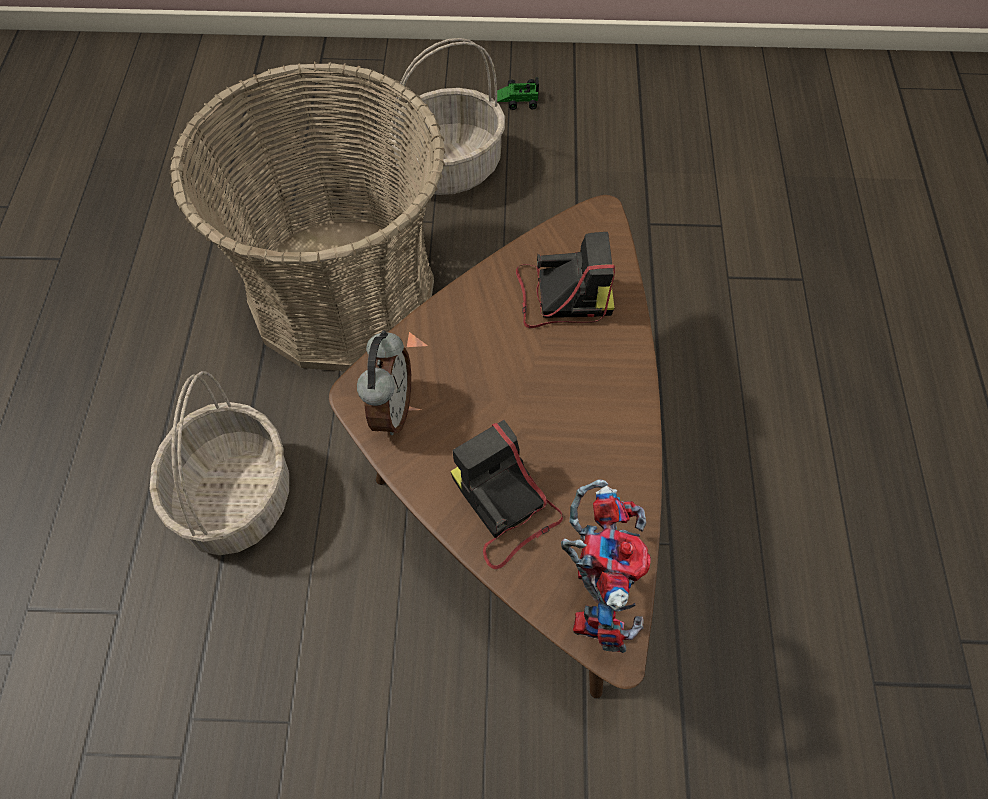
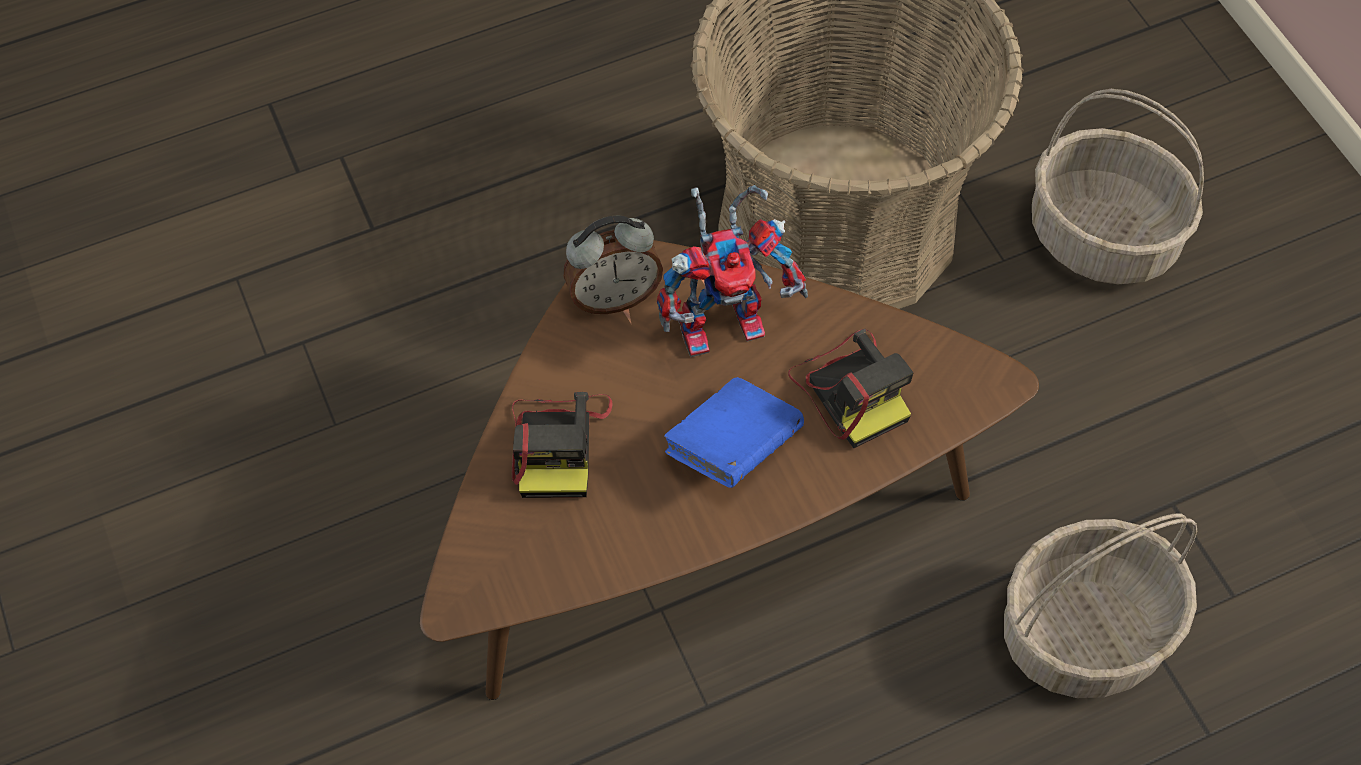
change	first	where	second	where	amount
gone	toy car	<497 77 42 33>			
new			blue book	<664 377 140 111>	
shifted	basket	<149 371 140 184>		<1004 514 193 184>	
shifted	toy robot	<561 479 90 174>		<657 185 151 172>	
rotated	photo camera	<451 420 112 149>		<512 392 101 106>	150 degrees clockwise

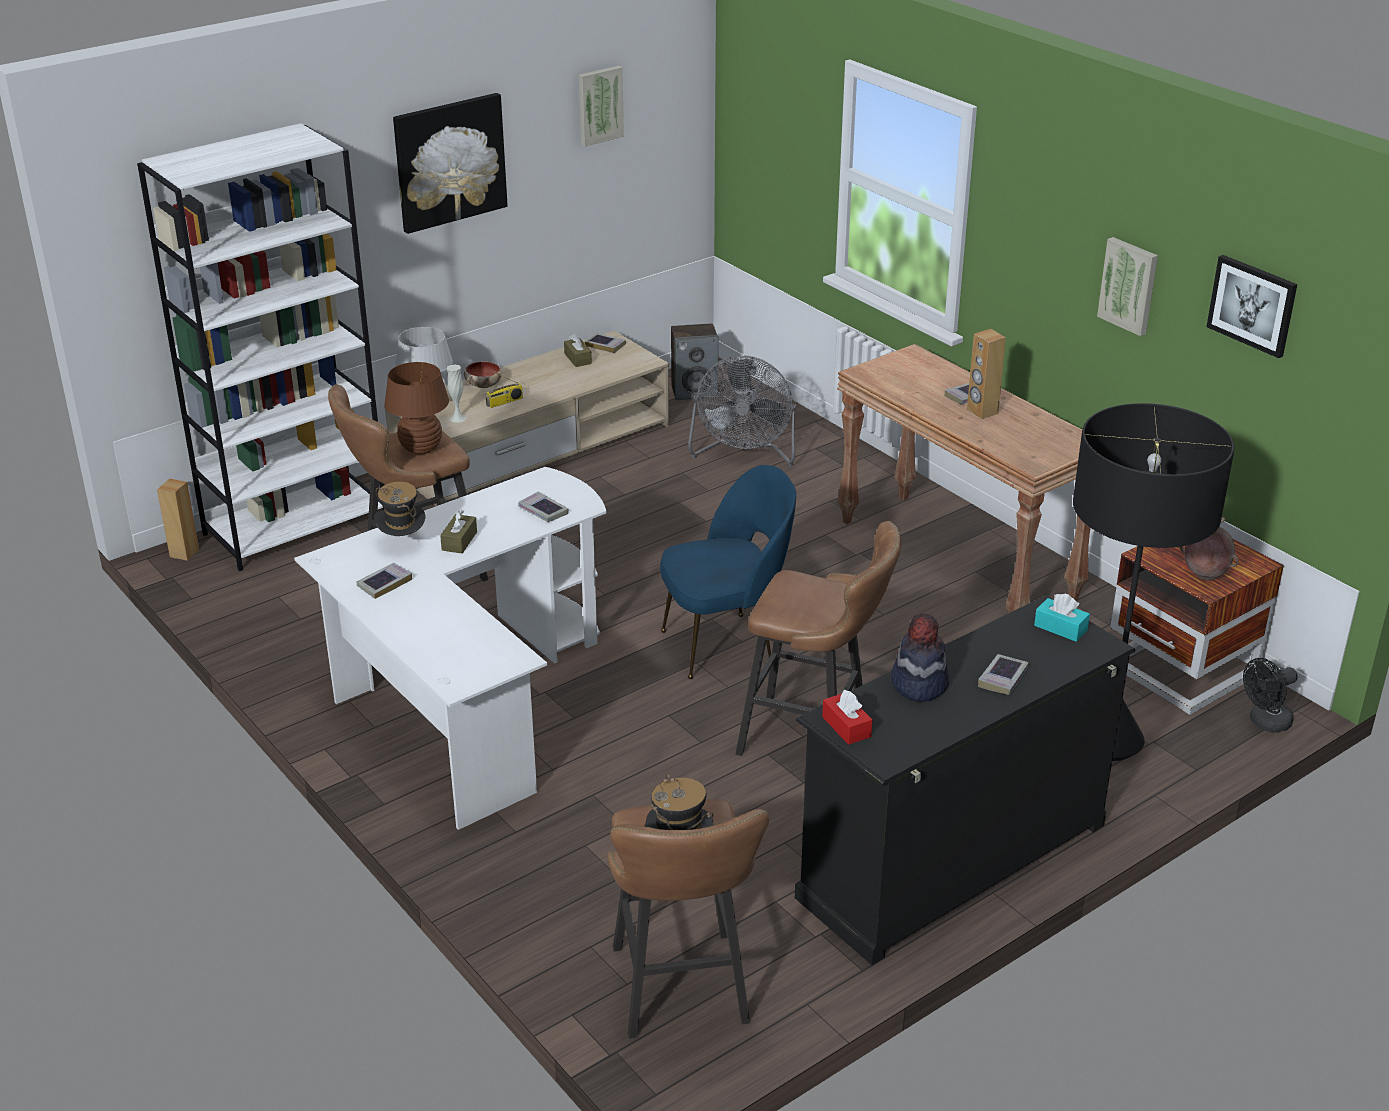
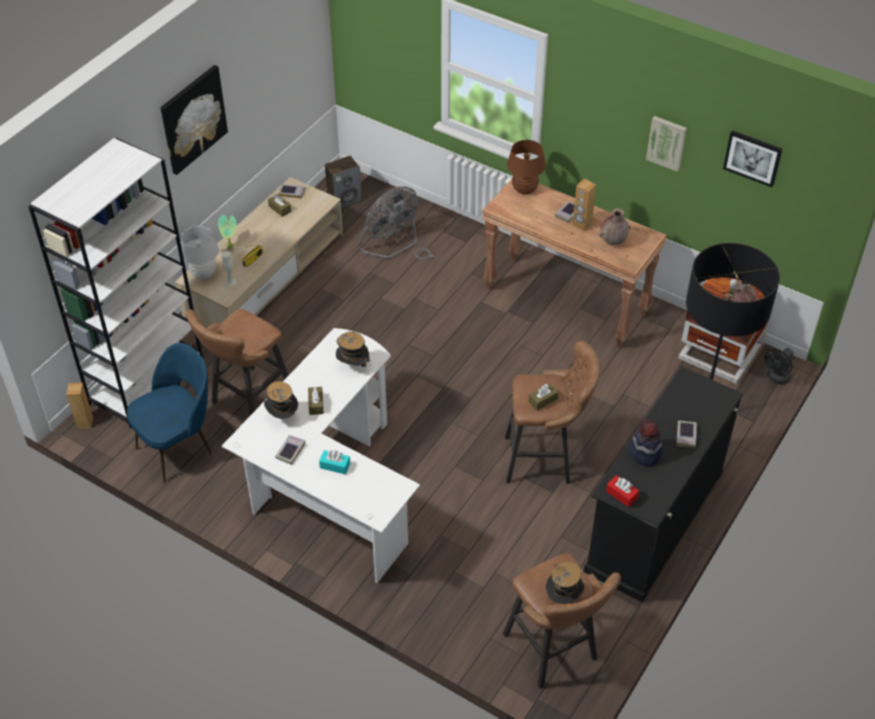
change	first	where	second	where	amount
gone	picture	<578 66 46 80>			
new			brown tissue box	<529 384 29 26>	
new			brown vase	<599 208 31 37>	
shifted	brown table lamp	<384 362 65 92>		<507 140 39 54>	
shifted	blue chair	<660 465 136 214>		<127 343 85 139>	
shifted	turquoise tissue box	<1034 594 56 48>		<319 450 31 24>	
swapped	bowl	<464 361 38 27>	potted plant	<218 215 19 34>	
swapped	book	<518 491 50 31>	hat	<336 330 34 37>	
rotated	grey fan	<688 356 108 111>		<358 186 76 73>	150 degrees clockwise

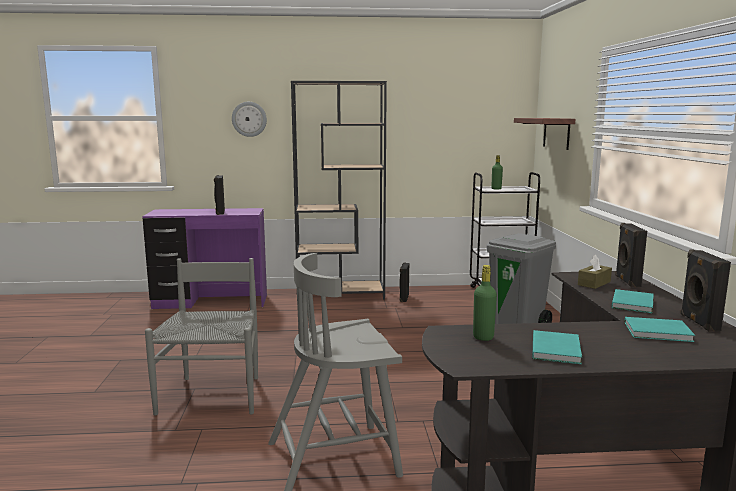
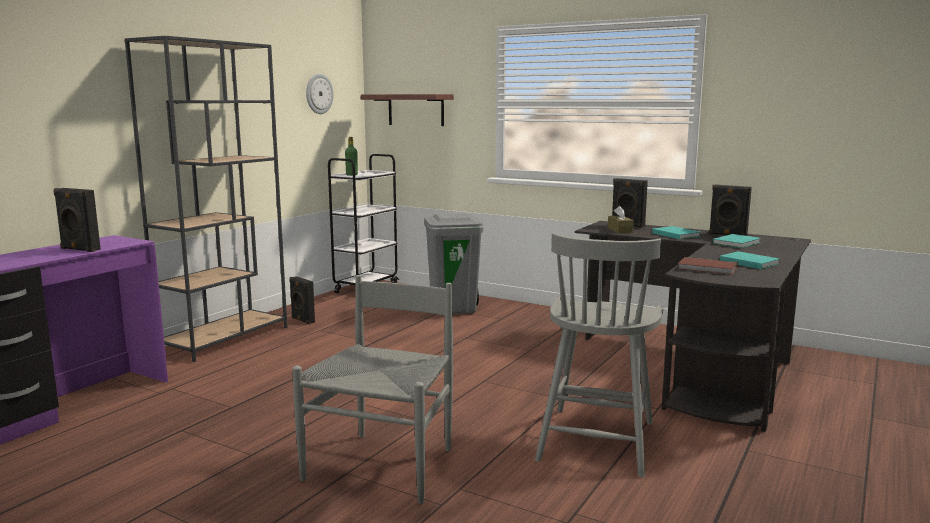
change	first	where	second	where	amount
shifted	wall clock	<232 102 35 35>		<306 74 28 40>	
swapped	green bottle	<473 265 24 76>	brown book	<678 257 60 18>	
rotated	grey chair	<145 258 113 157>		<292 275 161 229>	75 degrees clockwise

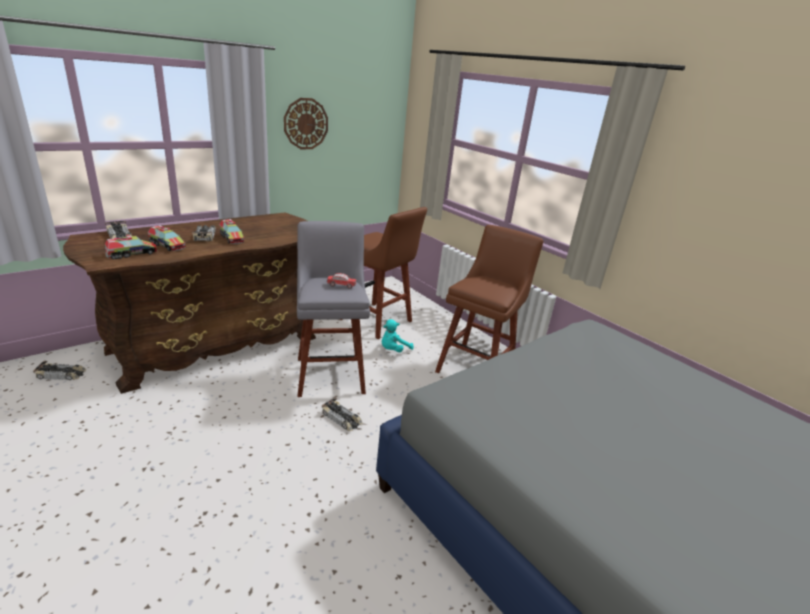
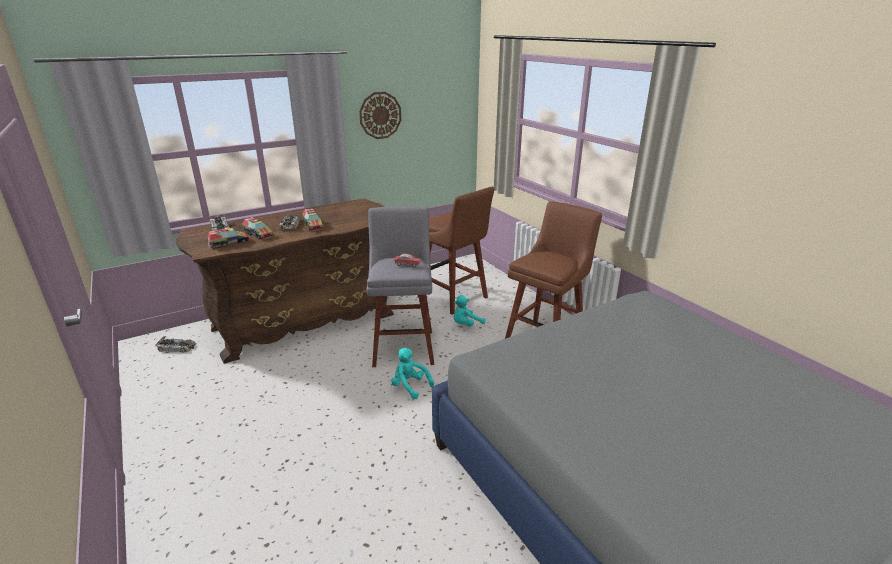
change	first	where	second	where	amount
swapped	toy car	<321 397 41 35>	turquoise plush toy	<391 348 43 51>	

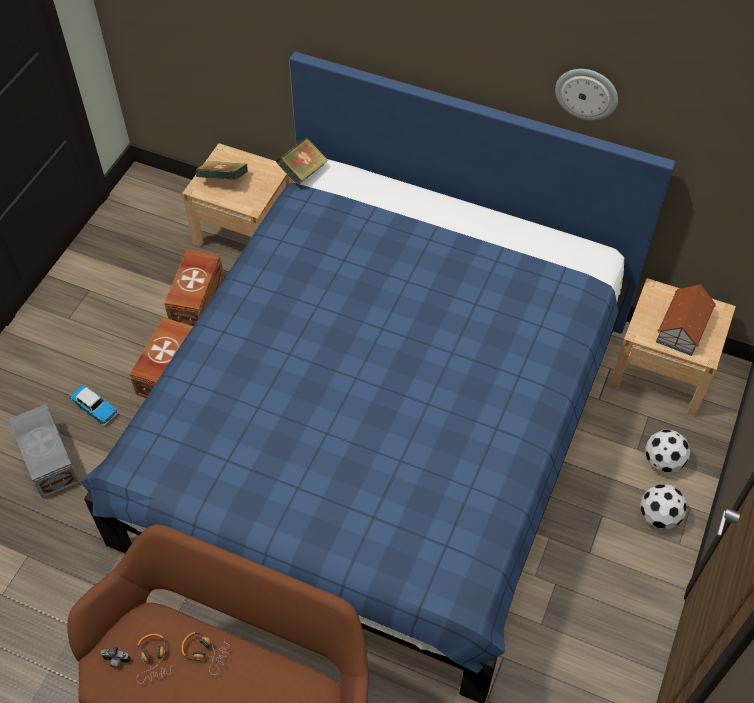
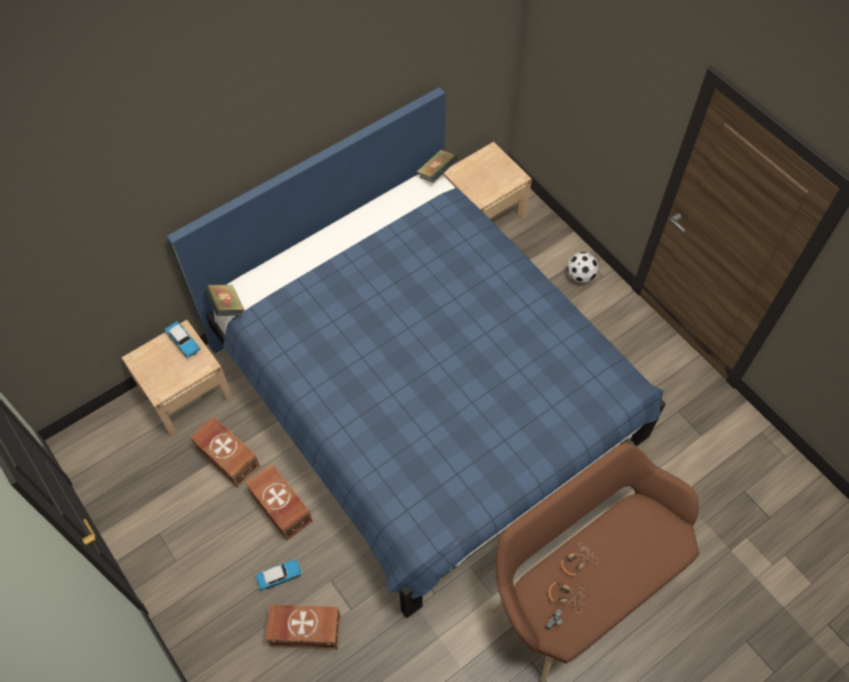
change	first	where	second	where	amount
gone	wall clock	<555 69 63 52>			
gone	football	<645 430 45 43>			
gone	toy house	<656 284 59 72>			
new			toy car	<164 321 37 38>	
shifted	book	<196 161 52 19>		<417 150 41 33>	
repainted	grey storage box	<9 404 71 95>	brown storage box	<265 604 76 46>	

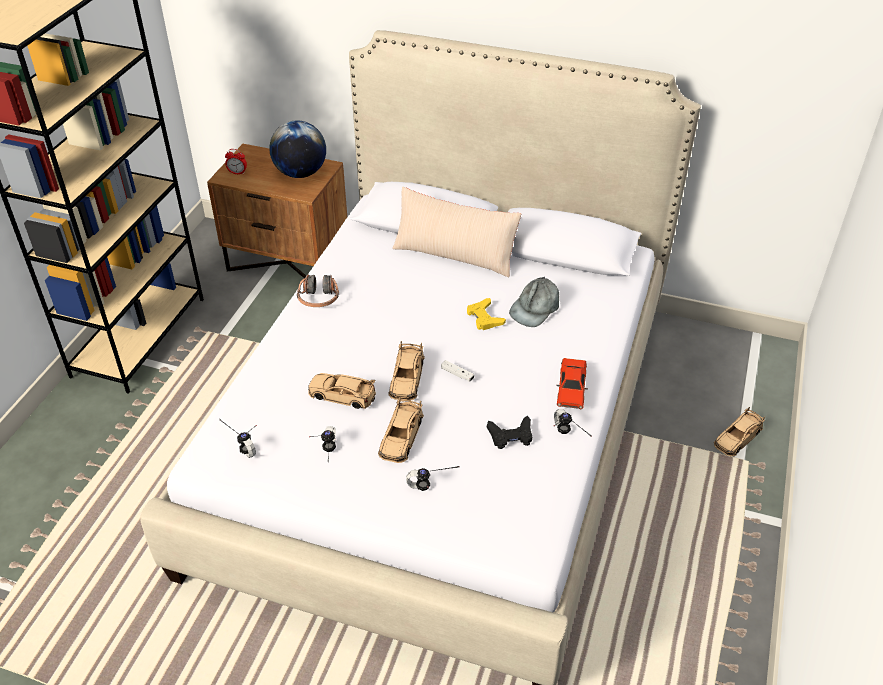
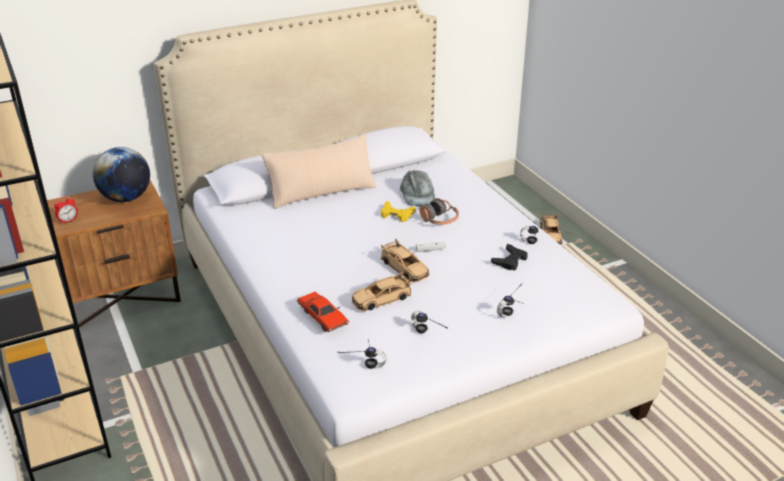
change	first	where	second	where	amount
gone	beige toy car	<378 397 46 66>			
shifted	headphones	<297 274 42 33>		<419 198 40 27>	
shifted	red toy car	<557 358 31 51>		<297 292 52 40>	

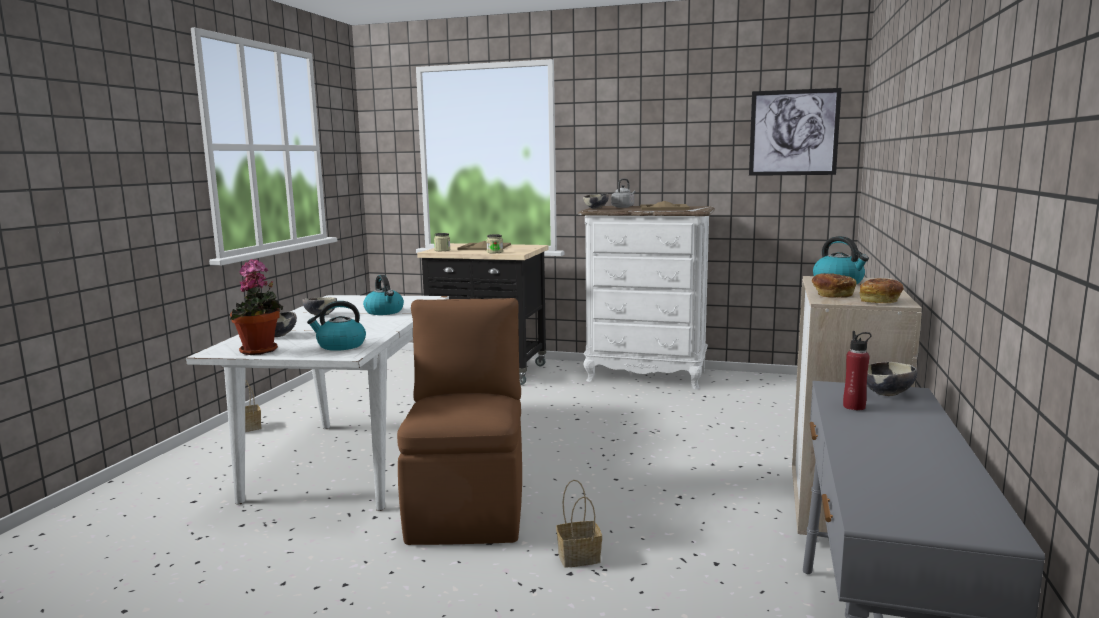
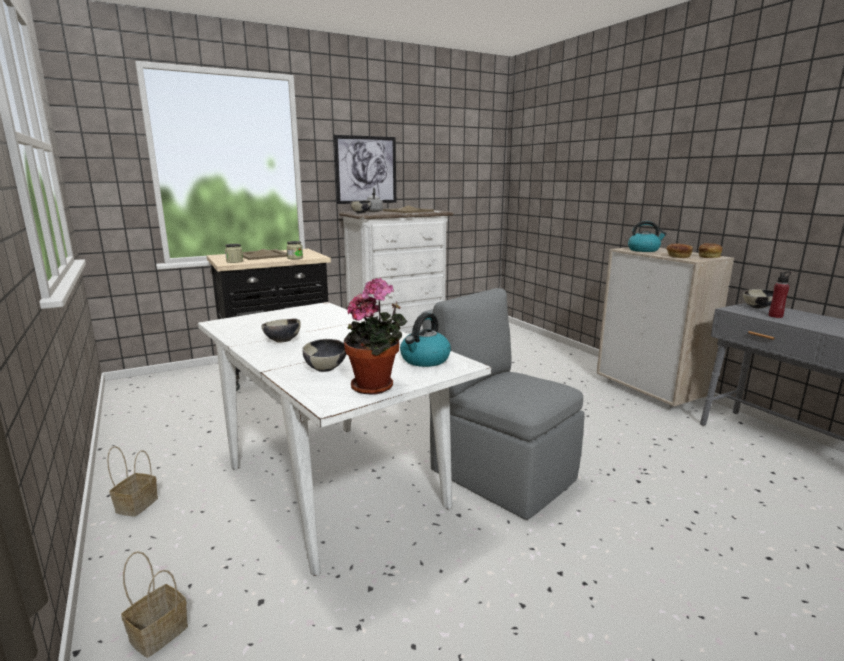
change	first	where	second	where	amount
gone	kettle	<363 275 41 40>			
shifted	basket	<556 480 46 88>		<121 551 67 107>	
shifted	picture	<749 88 92 88>		<334 135 62 69>	
repainted	brown chair	<397 298 125 247>	grey chair	<422 288 163 232>	

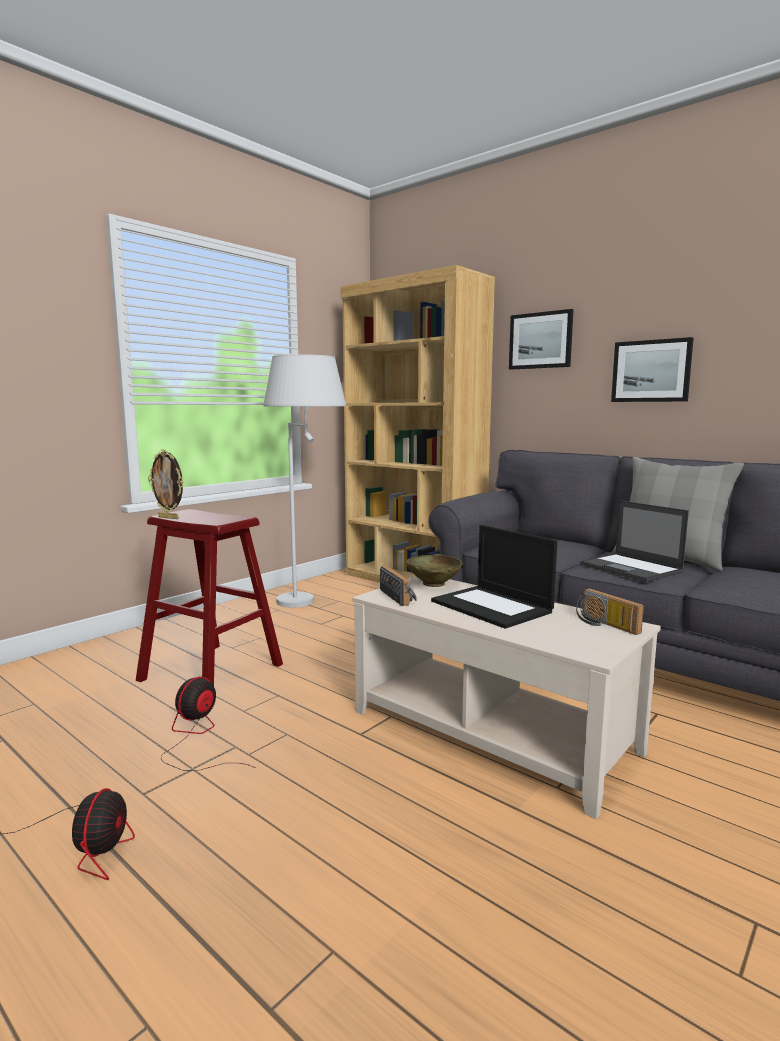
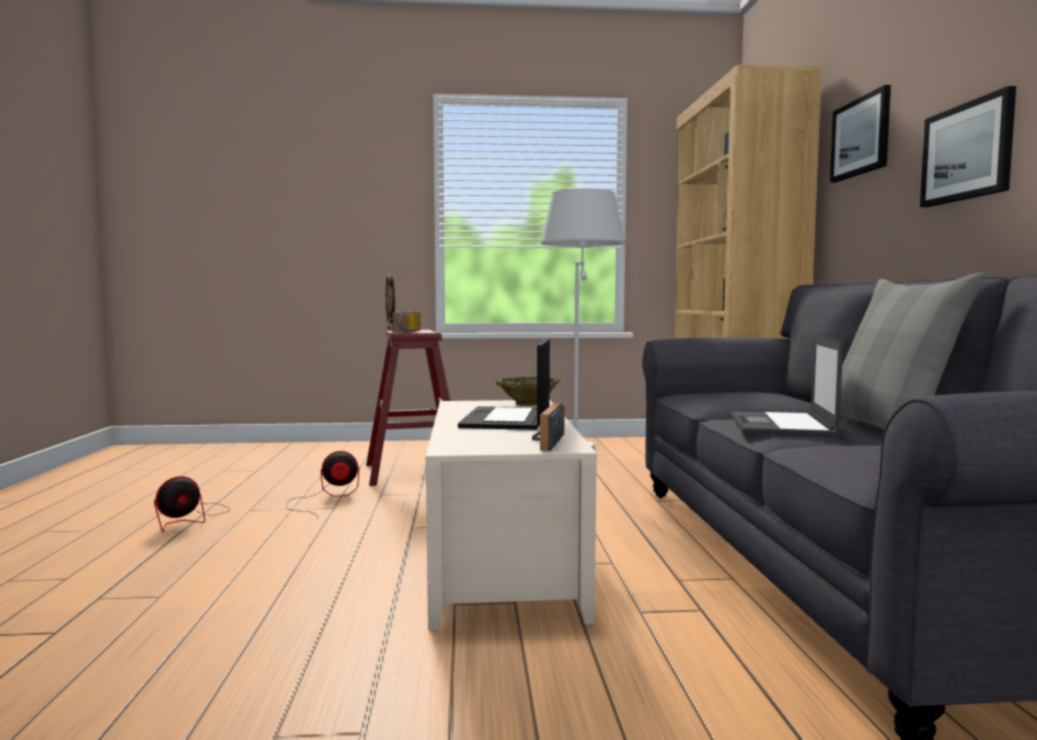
change	first	where	second	where	amount
shifted	radio	<380 566 37 40>		<392 311 29 22>	

